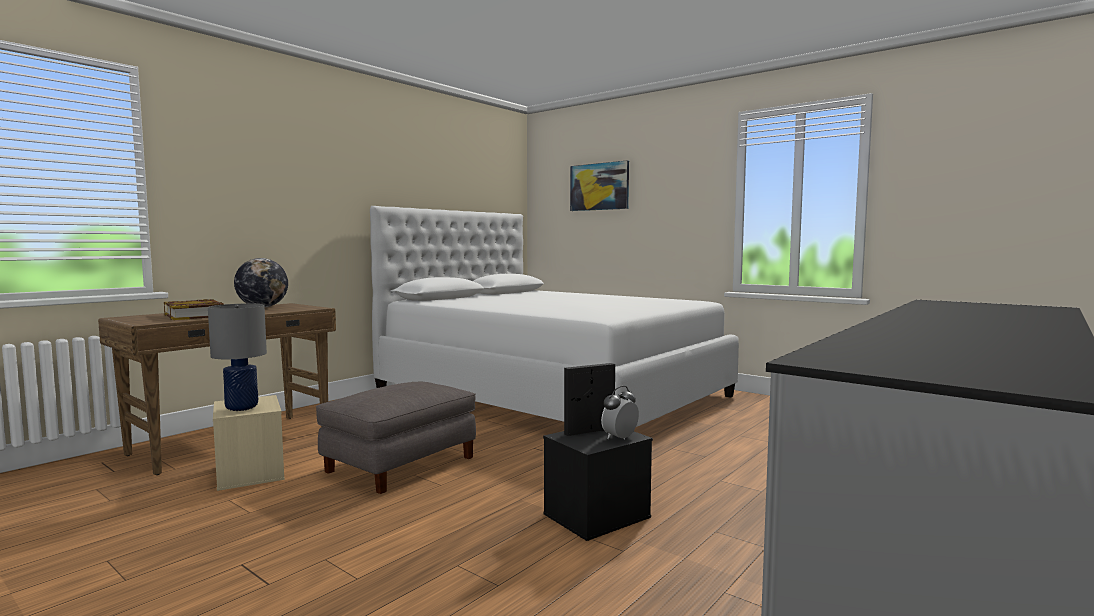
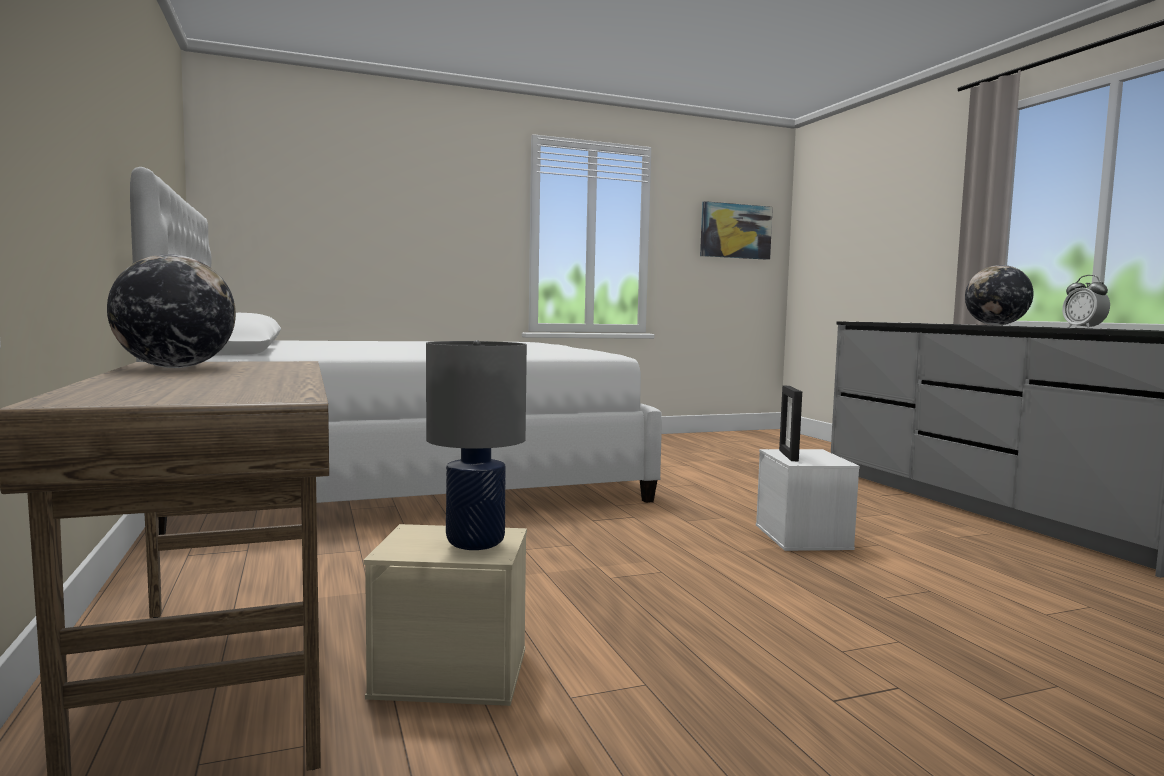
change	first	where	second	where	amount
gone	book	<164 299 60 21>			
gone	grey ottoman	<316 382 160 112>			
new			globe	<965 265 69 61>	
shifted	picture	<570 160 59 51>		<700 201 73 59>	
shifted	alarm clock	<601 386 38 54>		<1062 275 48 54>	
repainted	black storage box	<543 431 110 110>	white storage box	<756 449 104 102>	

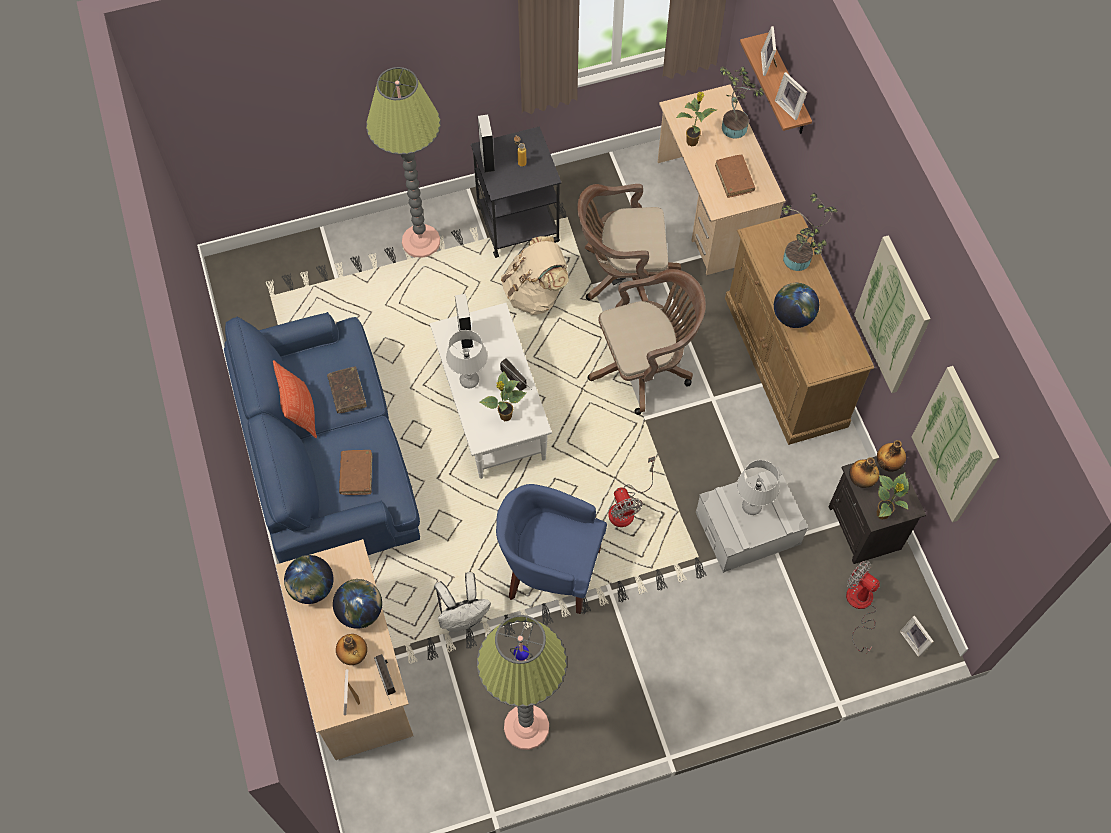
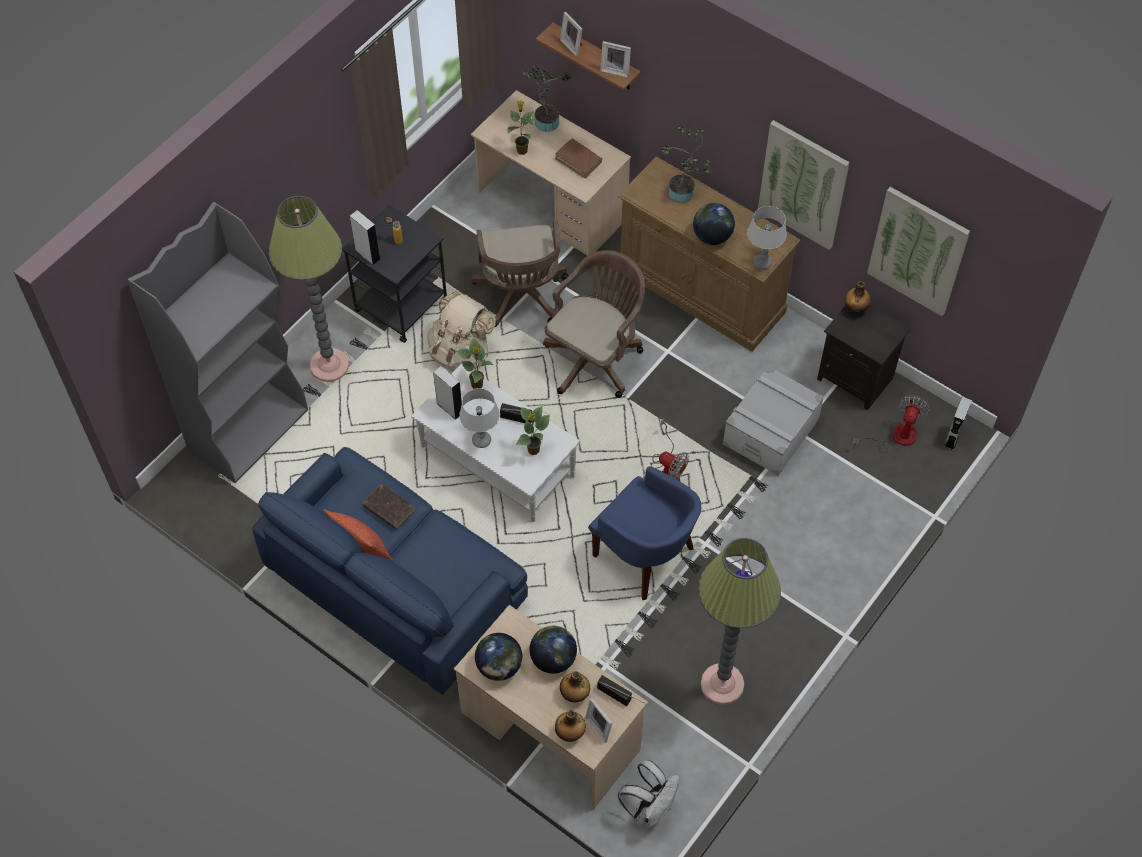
change	first	where	second	where	amount
gone	brown book	<339 450 33 45>			
new			grey bookcase	<127 202 181 281>	
shifted	white backpack	<434 572 57 60>		<618 760 62 69>	
shifted	grey table lamp	<737 460 43 55>		<747 206 40 63>	
shifted	bottle	<849 457 30 31>		<555 710 31 32>	
shifted	potted plant	<877 472 32 48>		<456 338 37 51>	
swapped	picture frame	<900 616 34 41>	grey speaker	<944 397 28 53>	
rotated	blue armchair	<496 484 111 130>		<588 466 113 134>	120 degrees counterclockwise
rotated	brown office chair	<577 184 104 117>		<471 221 97 106>	60 degrees counterclockwise
rotated	fan	<846 561 34 92>		<852 395 77 58>	105 degrees clockwise

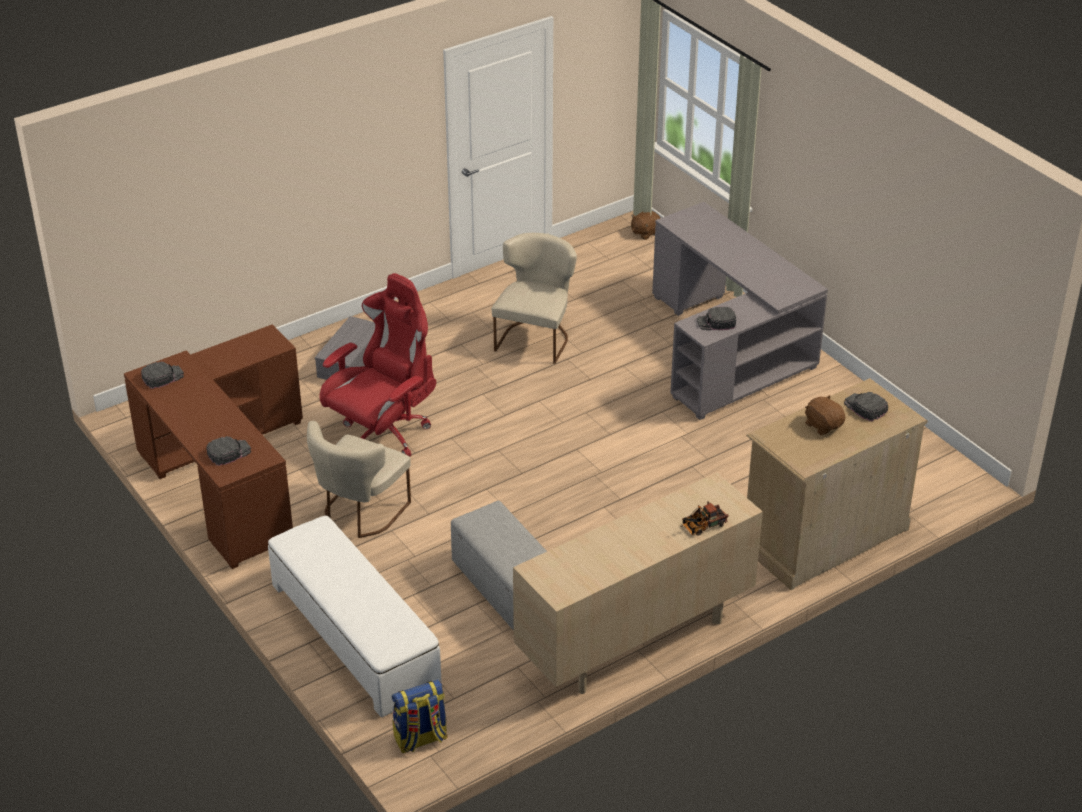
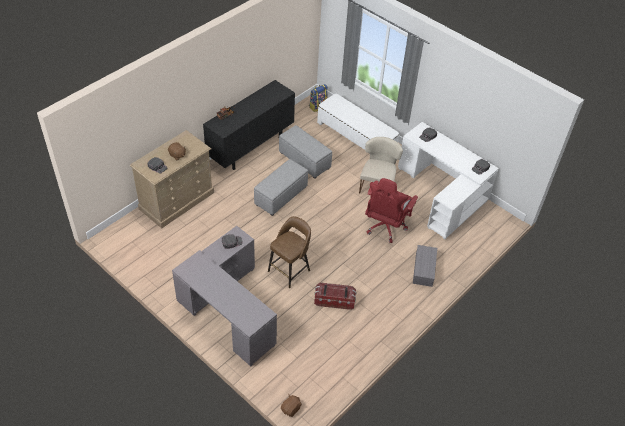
change	first	where	second	where	amount
new			grey ottoman	<254 159 54 57>	
new			brown stool	<268 216 43 72>	
swapped	beige chair	<492 233 85 131>	storage box	<314 282 43 28>	
repainted	brown desk	<124 324 179 245>	white desk	<398 122 101 117>	
repainted	beige dresser	<513 473 250 221>	black dresser	<203 80 92 90>	

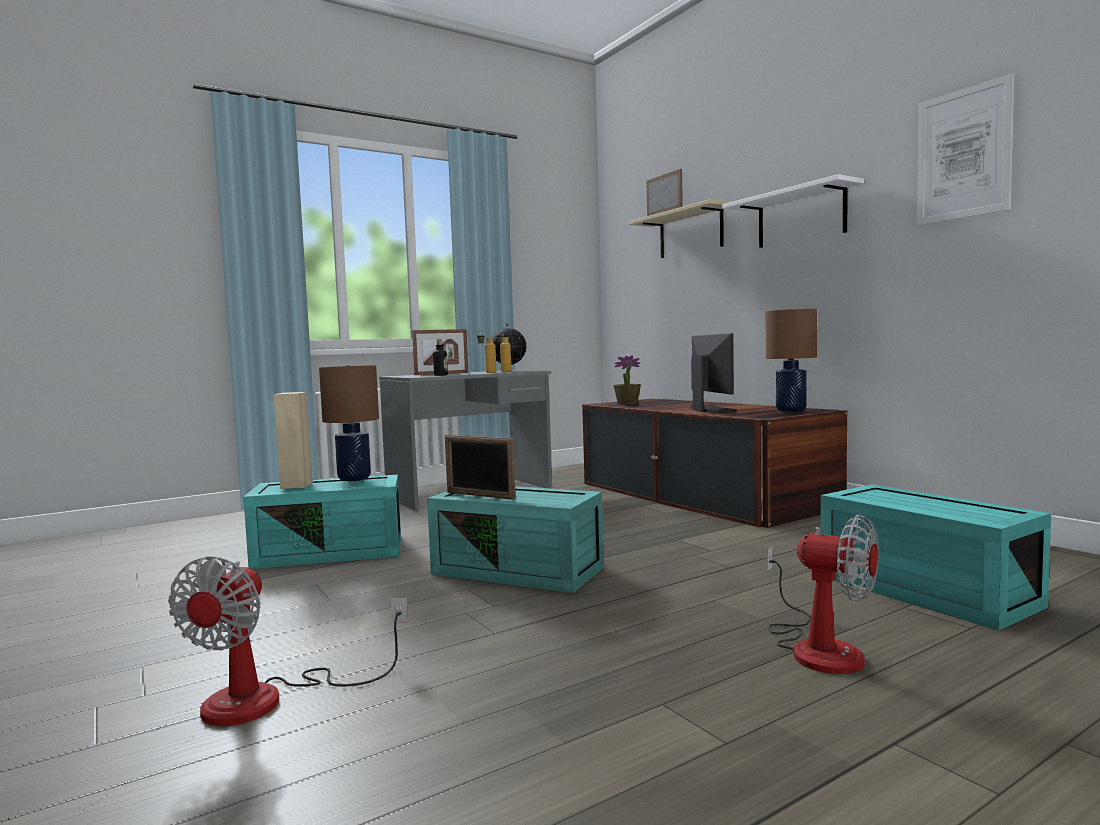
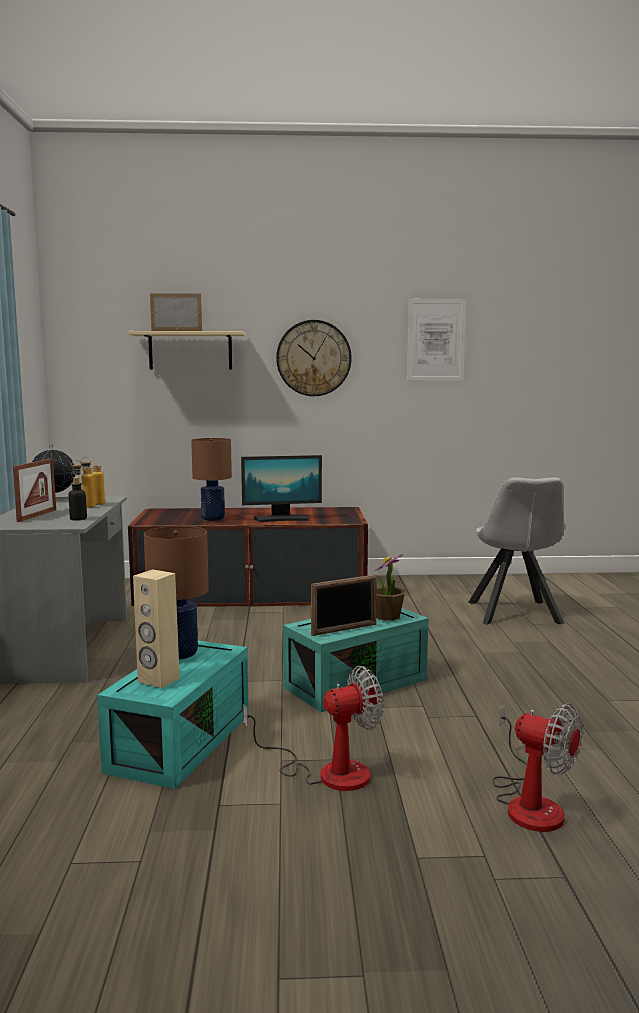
change	first	where	second	where	amount
shifted	potted plant	<614 355 27 50>		<374 554 31 67>	
shifted	brown table lamp	<766 309 51 103>		<191 438 41 83>	
shifted	fan	<767 515 112 159>		<243 666 141 125>	
swapped	white shelf	<723 174 141 74>	wall clock	<276 320 76 76>	
swapped	turquoise storage box	<821 484 230 147>	grey chair	<469 477 95 148>	
rotated	monitor	<690 333 47 81>		<241 455 81 67>	150 degrees clockwise

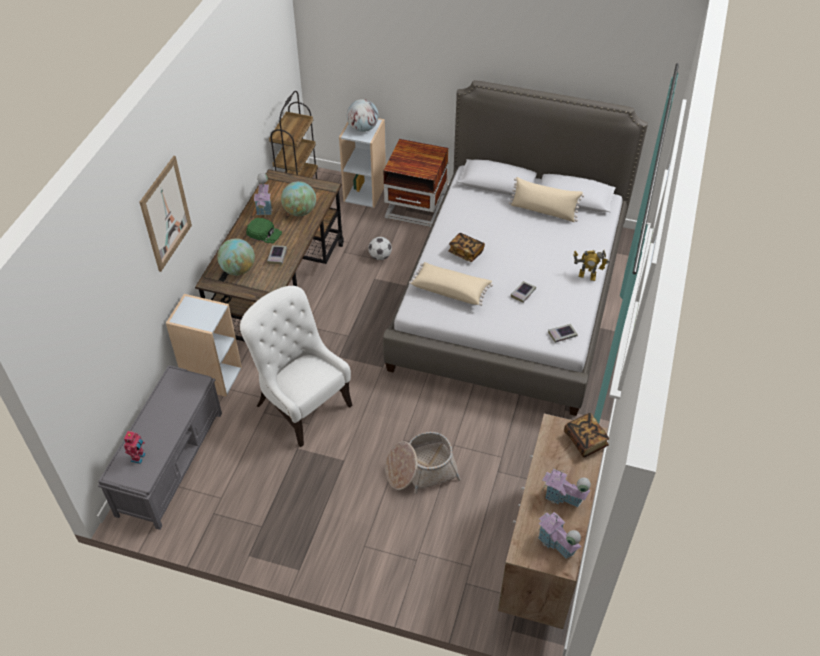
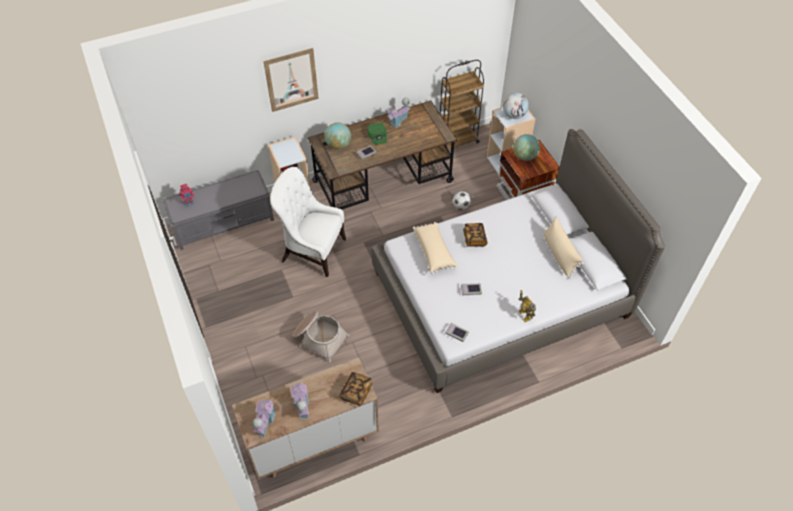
change	first	where	second	where	amount
shifted	globe	<281 181 35 35>		<513 134 27 27>	
rotated	white chair	<240 286 113 161>		<270 167 76 110>	75 degrees counterclockwise

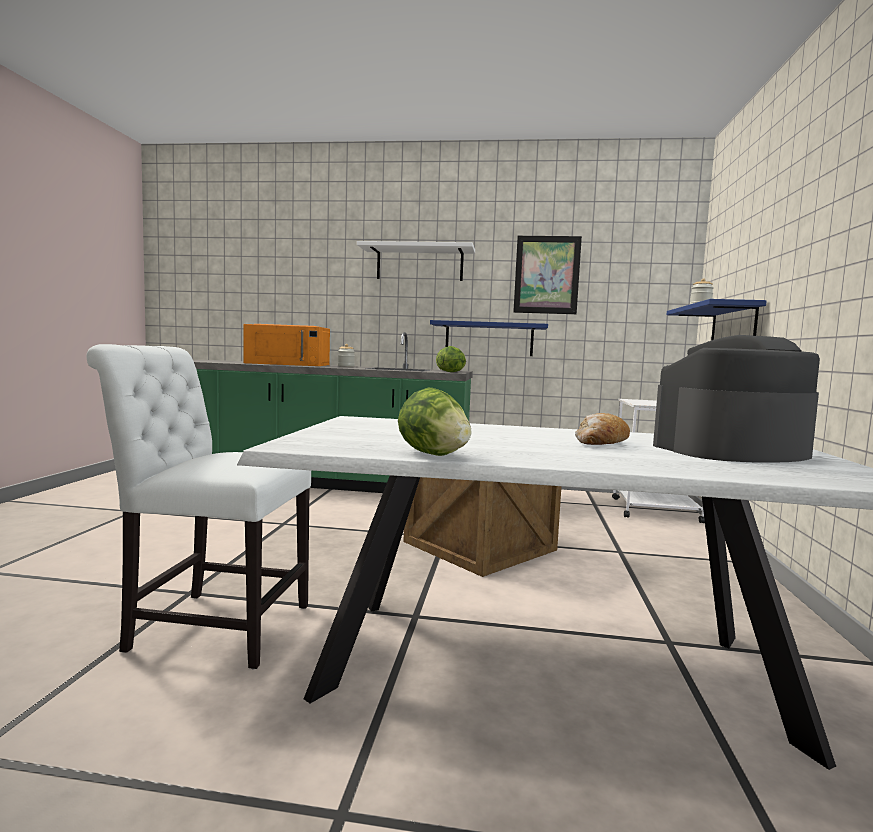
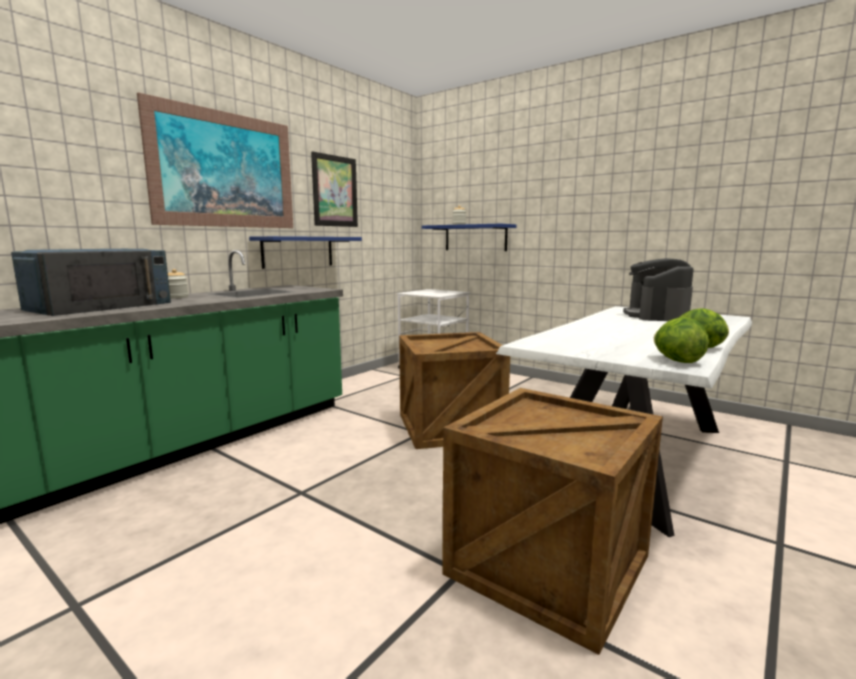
change	first	where	second	where	amount
gone	bread	<575 413 55 32>			
shifted	lettuce	<436 346 30 26>		<654 317 55 46>	
swapped	white chair	<87 344 224 325>	crate	<442 388 221 267>	
swapped	white shelf	<357 241 118 40>	picture	<137 92 156 136>	
repainted	orange microwave	<244 324 86 42>	blue microwave	<11 249 160 67>	

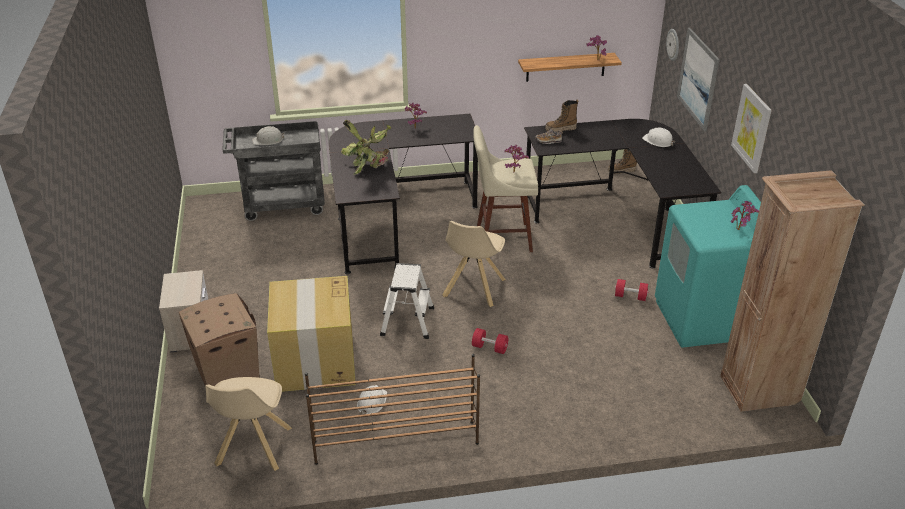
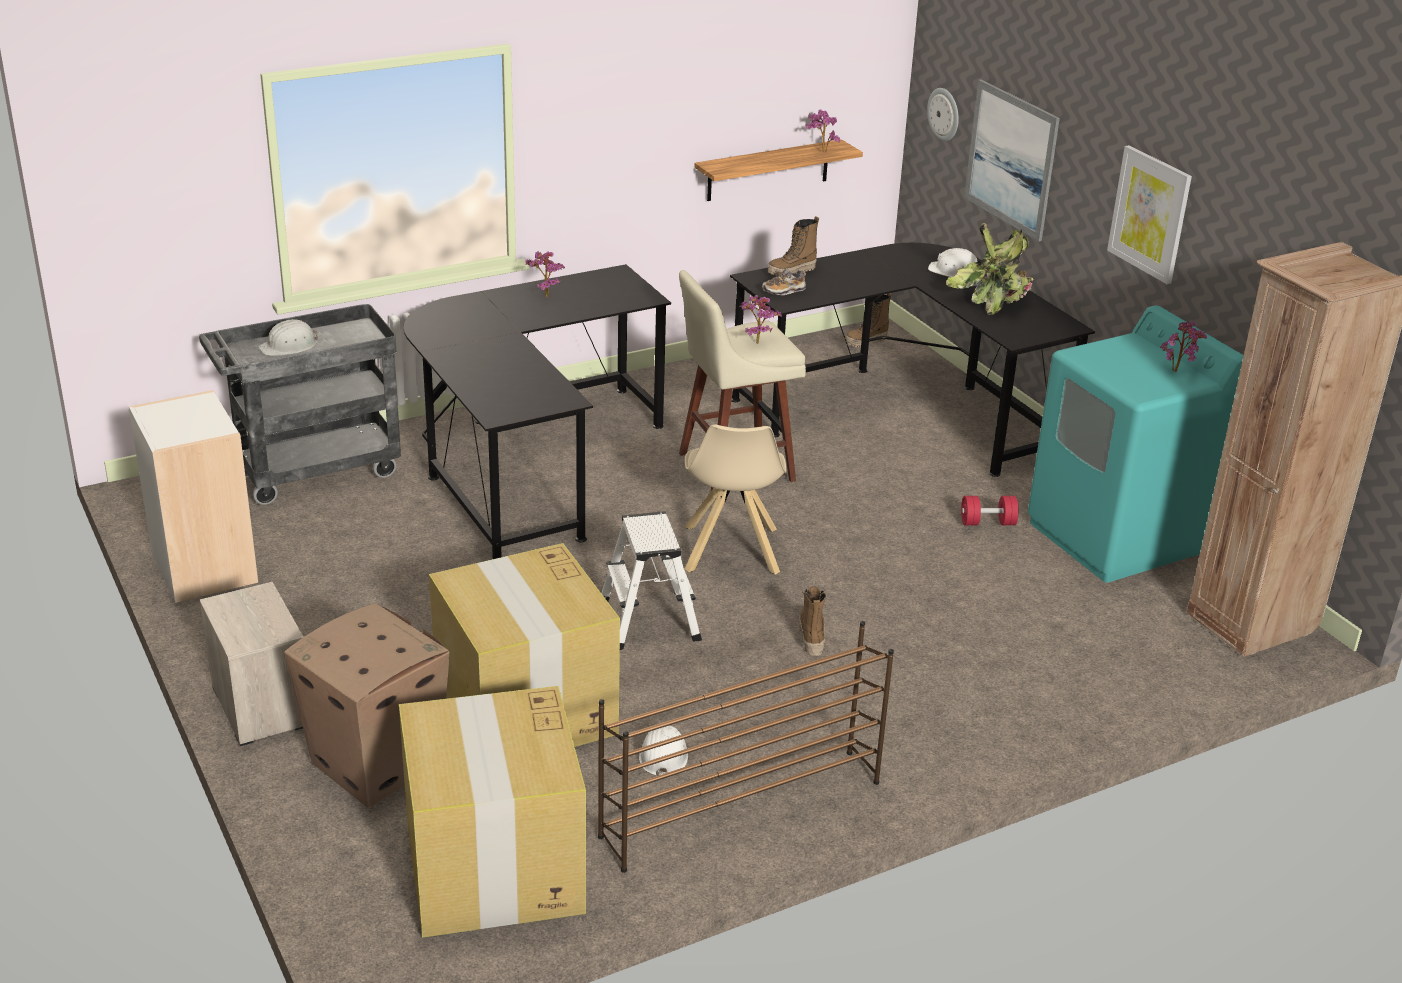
change	first	where	second	where	amount
new			white bookcase	<129 390 129 213>	
shifted	potted plant	<341 120 50 55>		<946 223 87 92>	
swapped	beige chair	<205 377 87 94>	cardboard box	<399 686 187 252>	
swapped	red dumbbell	<472 328 37 26>	boot	<799 586 27 70>	

